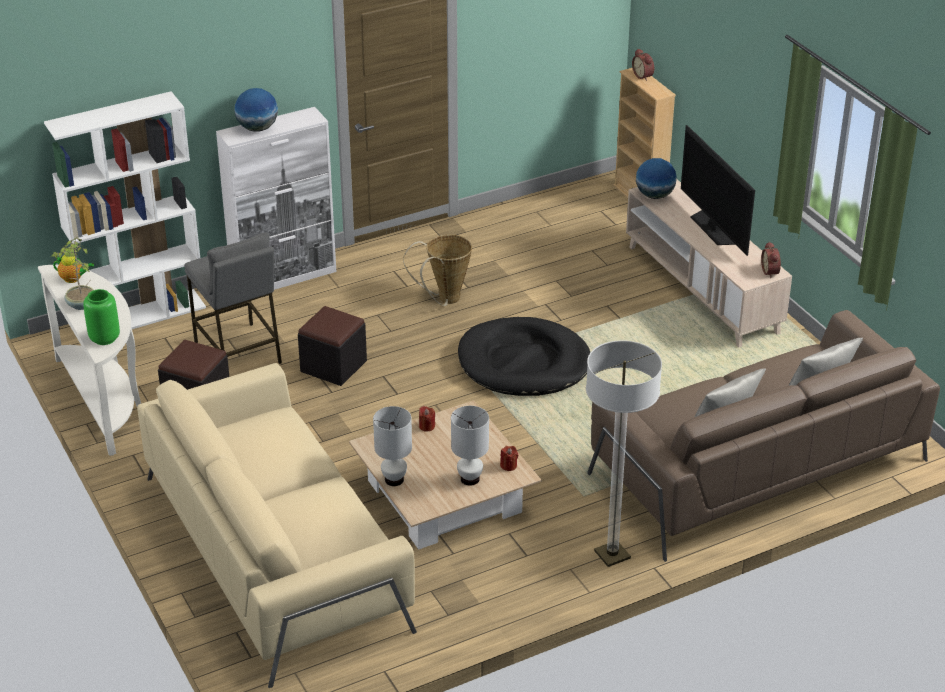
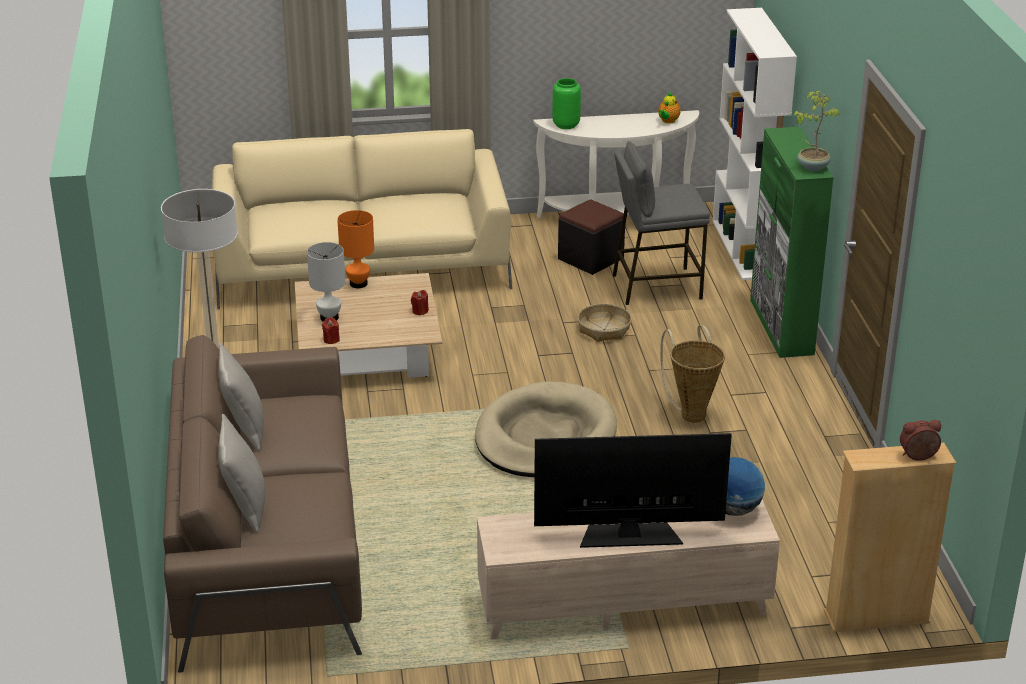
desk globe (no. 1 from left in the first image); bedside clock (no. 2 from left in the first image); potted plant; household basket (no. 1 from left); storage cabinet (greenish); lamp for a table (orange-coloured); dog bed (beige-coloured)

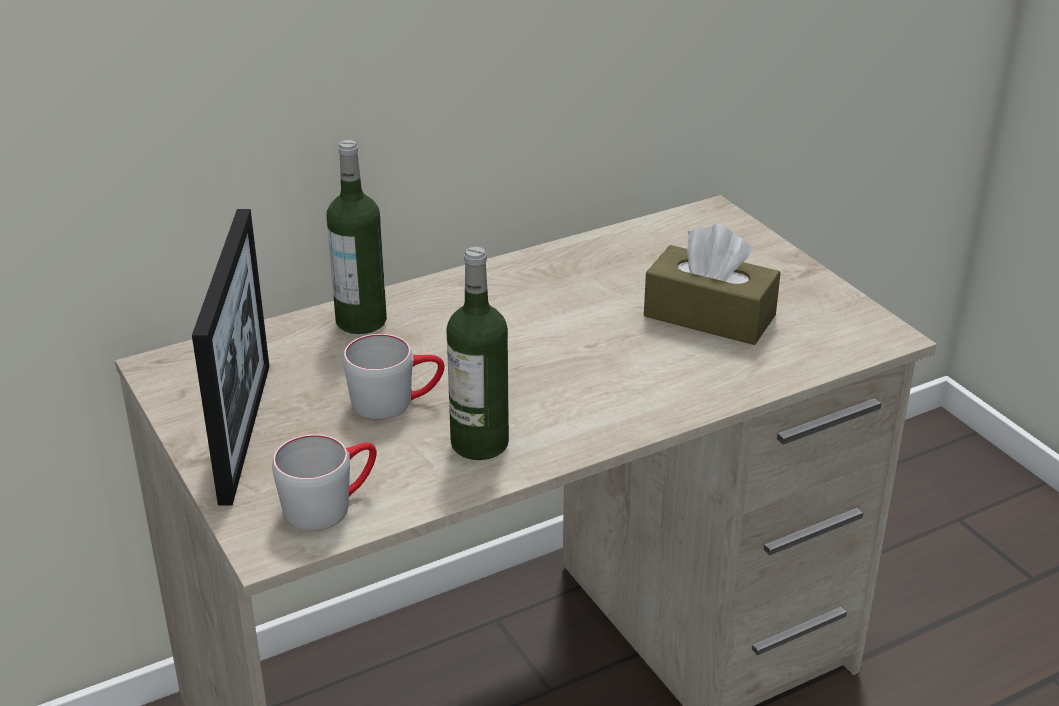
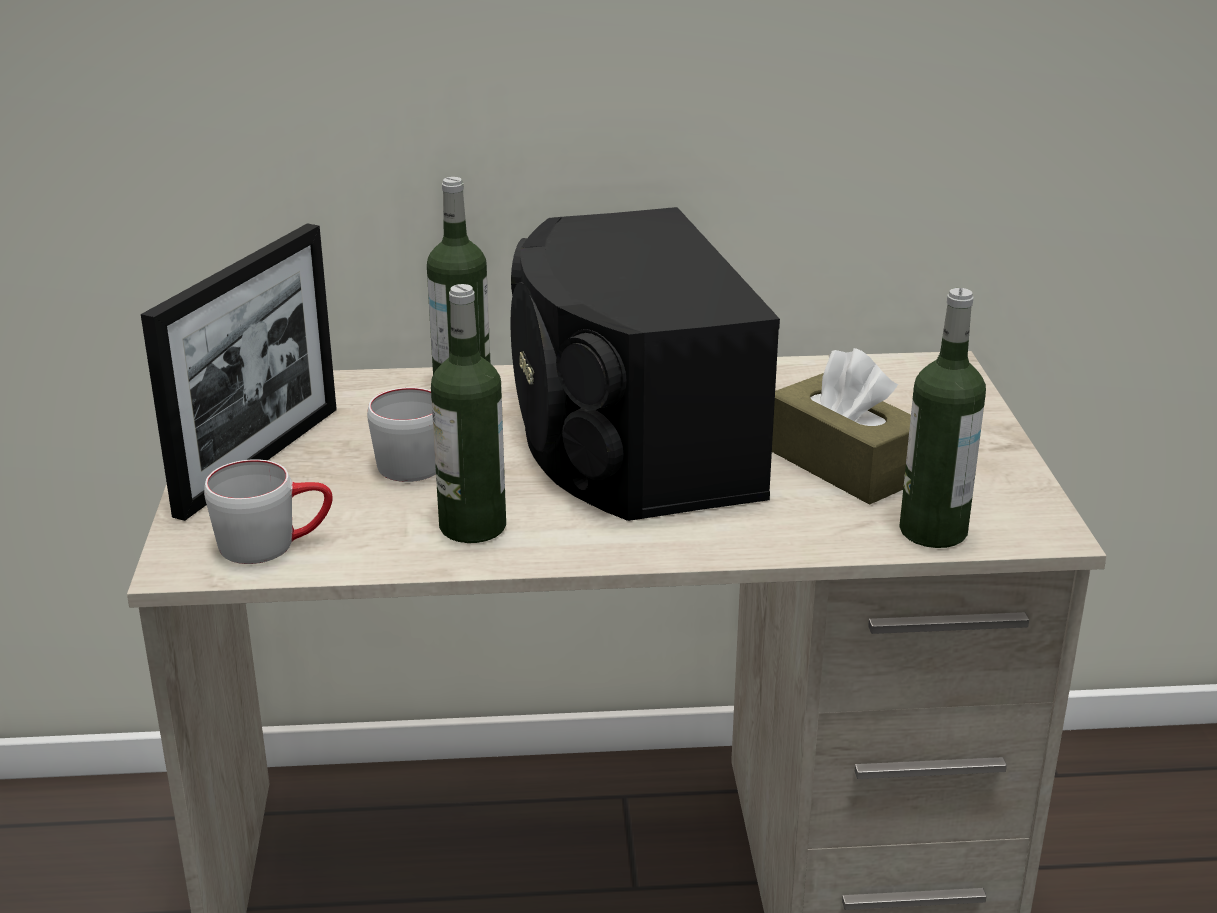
audio speaker (blackish); drink bottle (no. 3 from left)

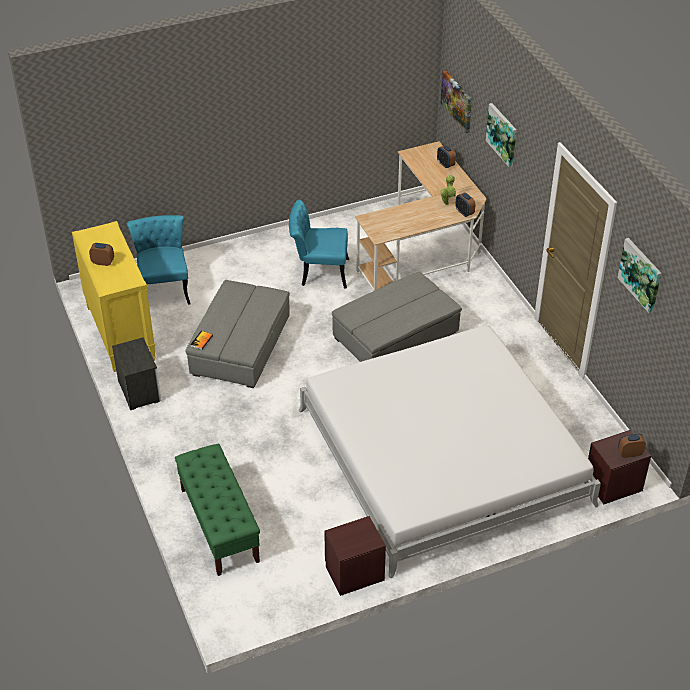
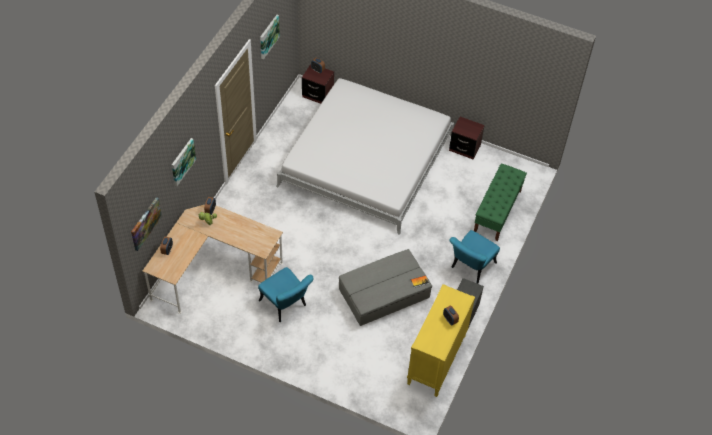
ottoman (grey) (no. 2 from left in the first image); chair (turquoise-coloured) (no. 2 from left)

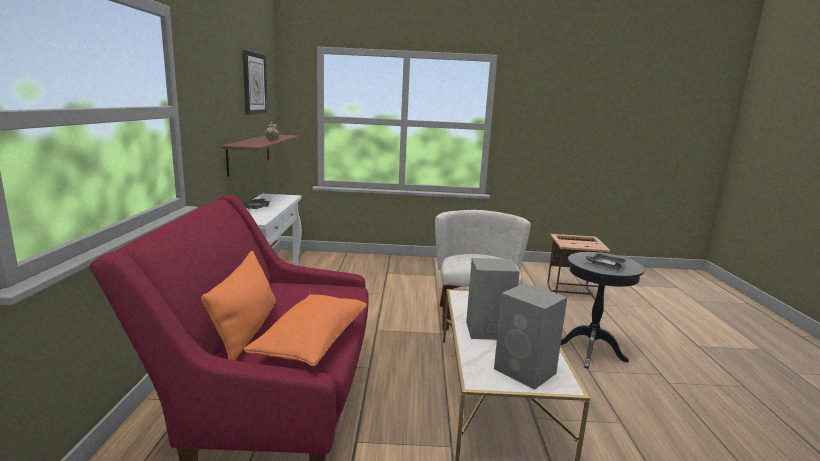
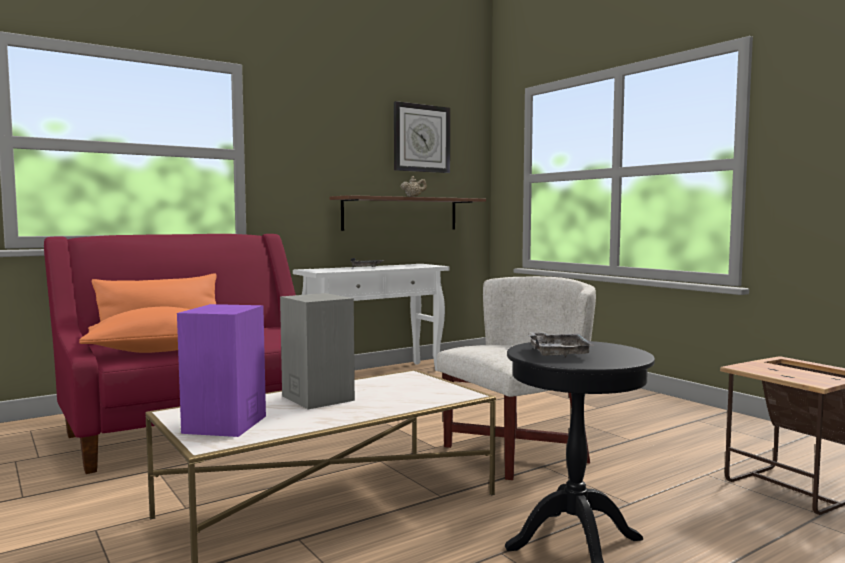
audio speaker (purple-coloured)

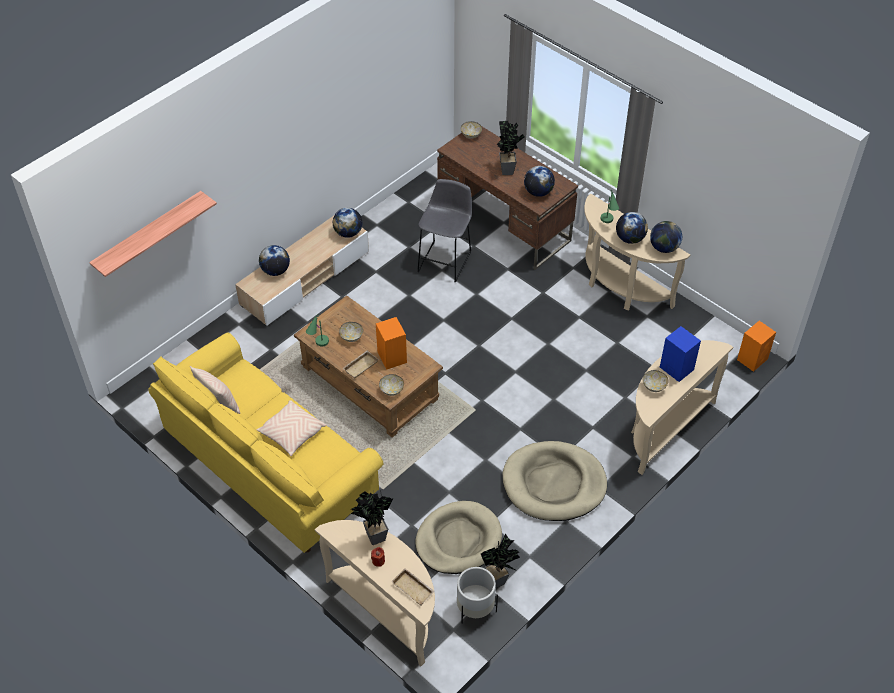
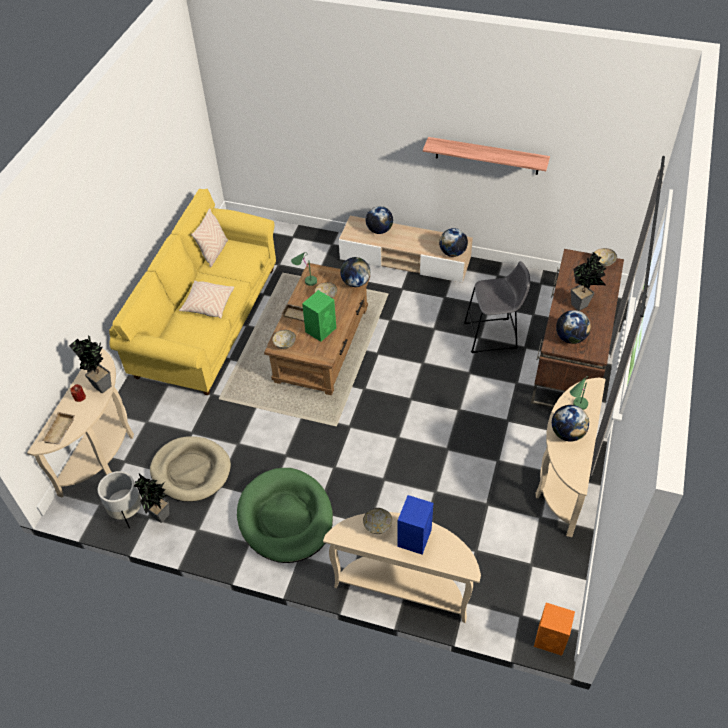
shelf; desk globe (no. 1 from left); audio speaker (greenish); dog bed (greenish)

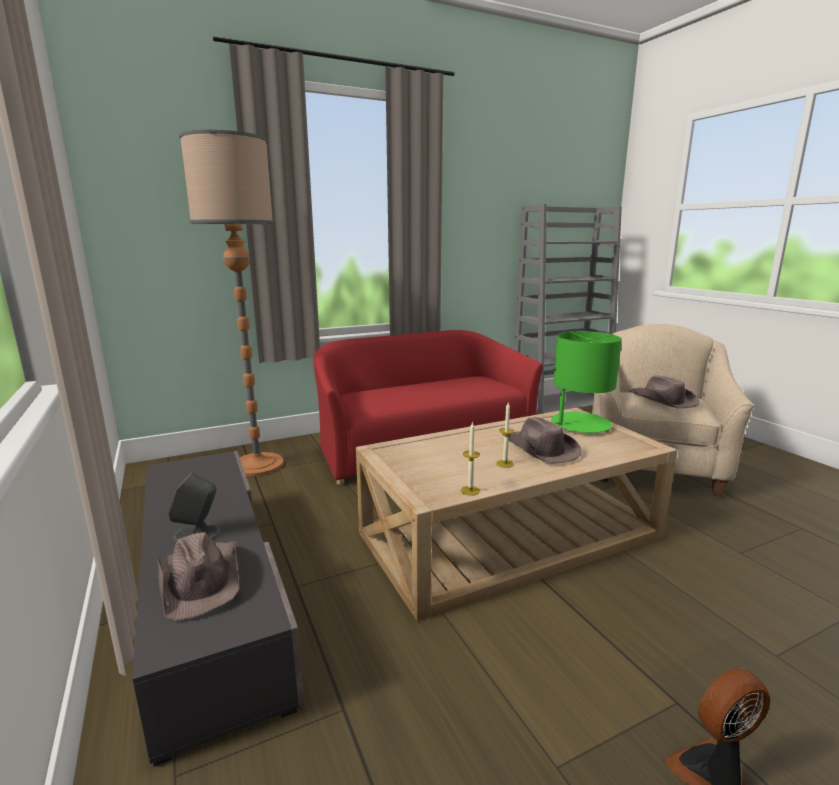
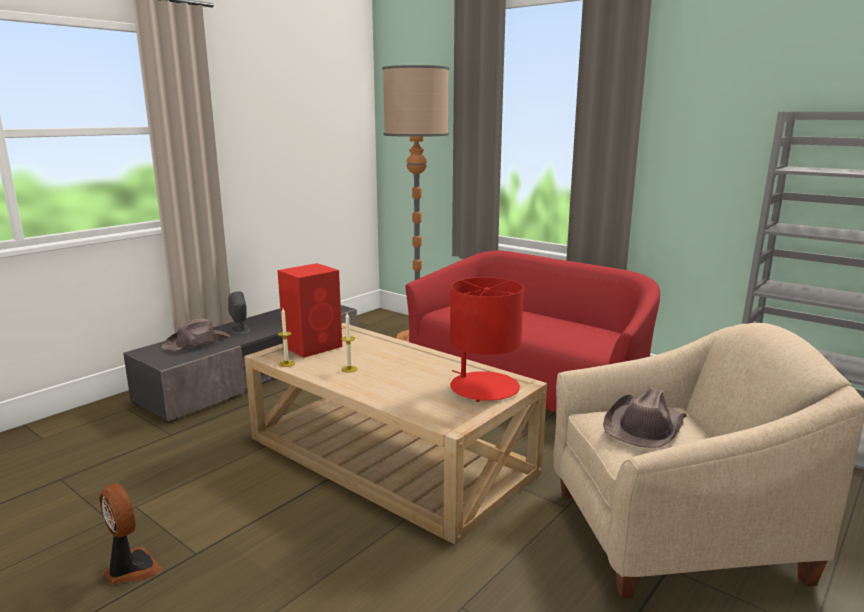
wearable hat (brown-coloured) (no. 2 from left in the first image); audio speaker (red-coloured); lamp for a table (red-coloured)

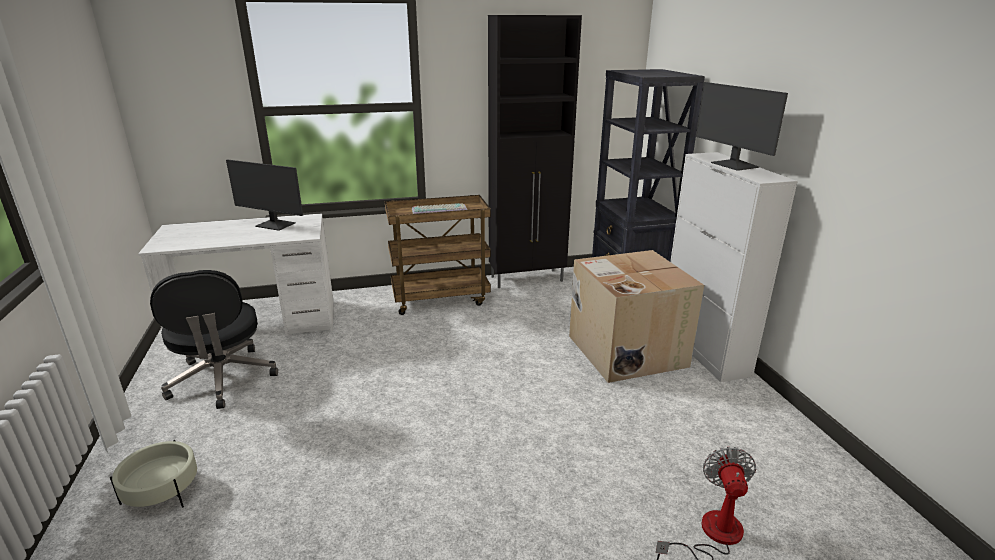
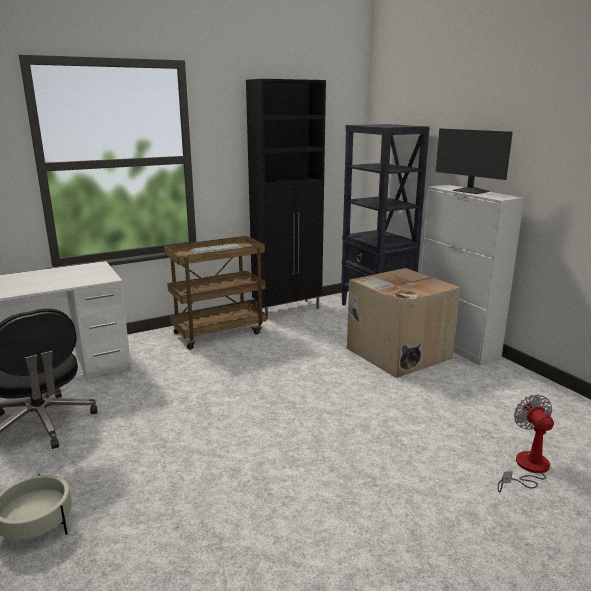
computer screen (no. 1 from left in the first image)

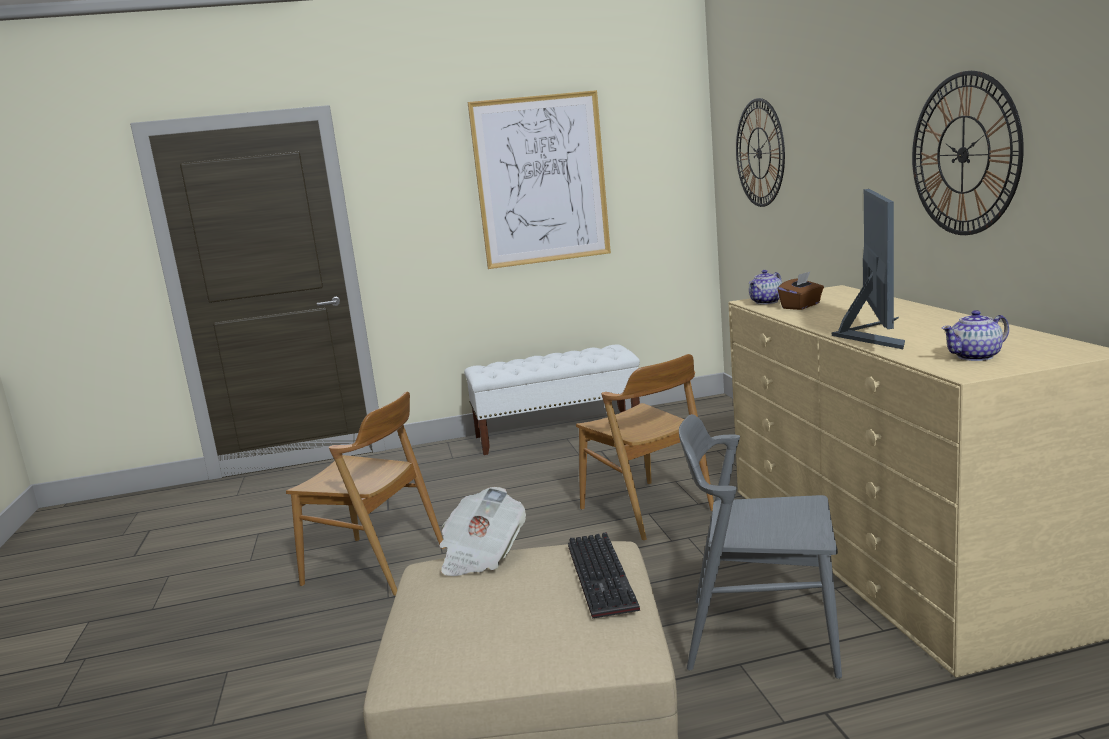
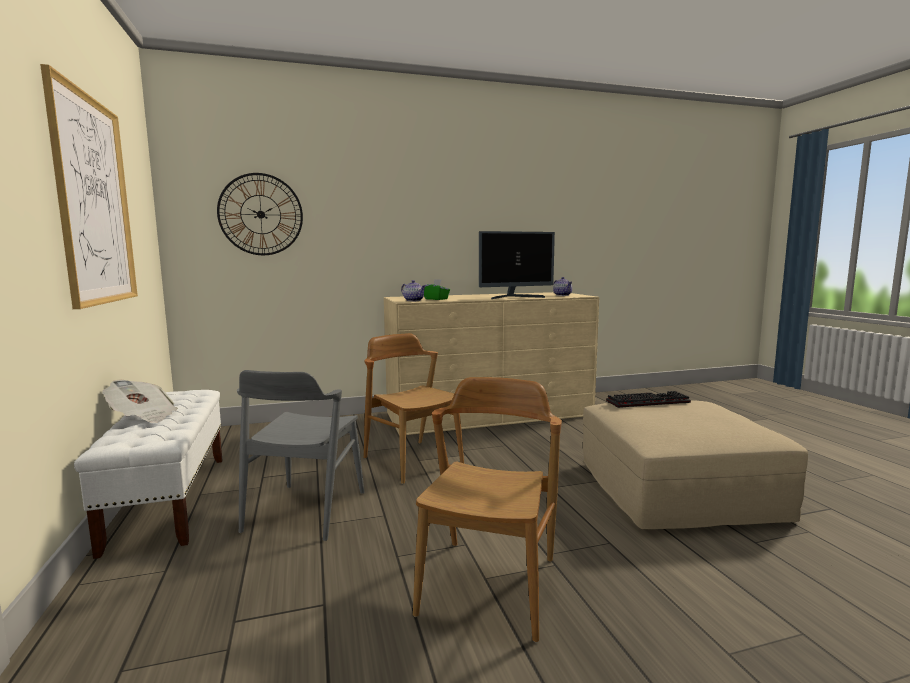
wall clock (no. 2 from left in the first image); printed paper; chair (grey); tissue holder (greenish); chair (brown-coloured) (no. 1 from left); computer screen

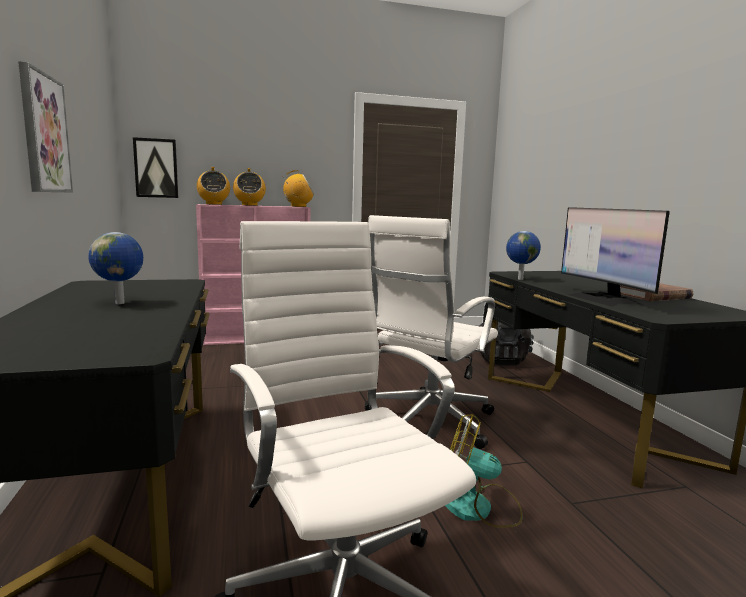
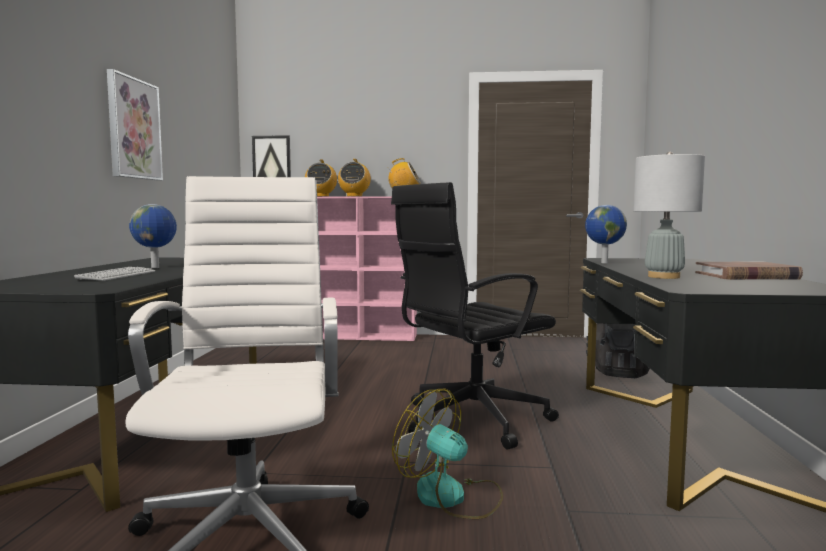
PC keyboard; lamp for a table (grey); desk chair (blackish)

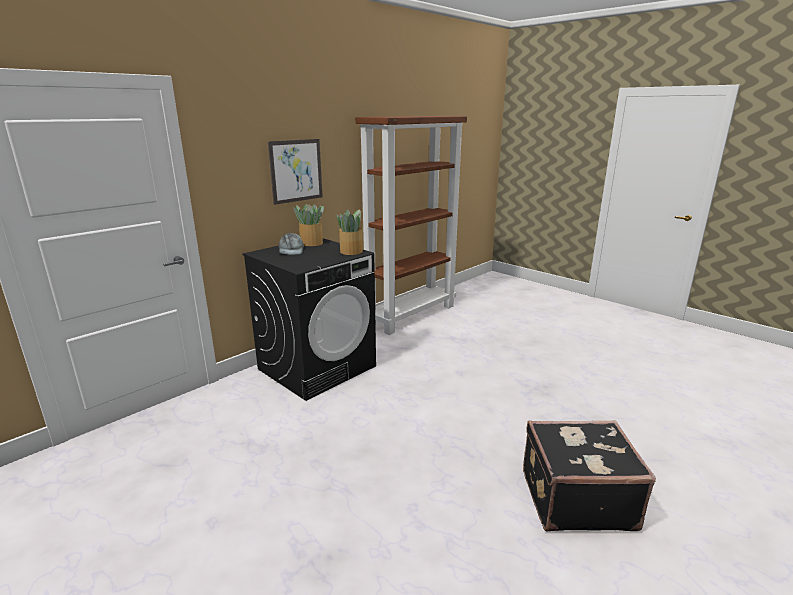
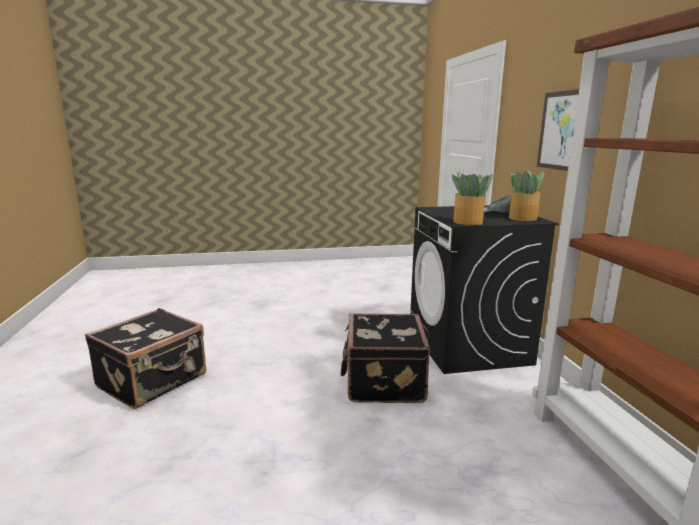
travel case (blackish) (no. 2 from left)

